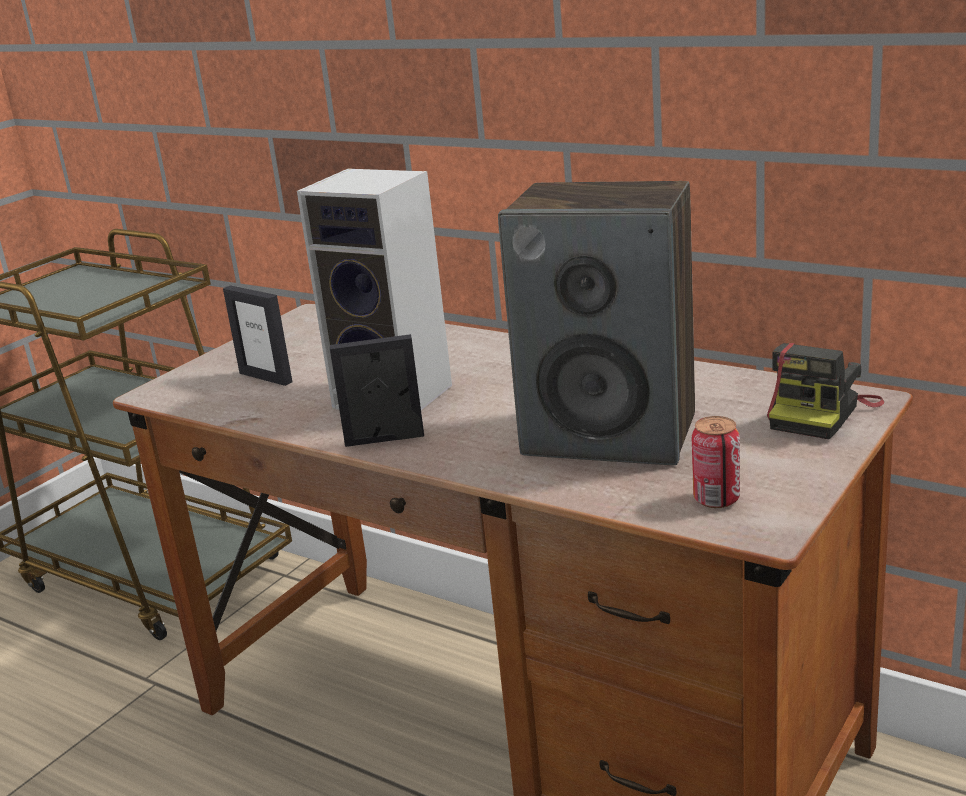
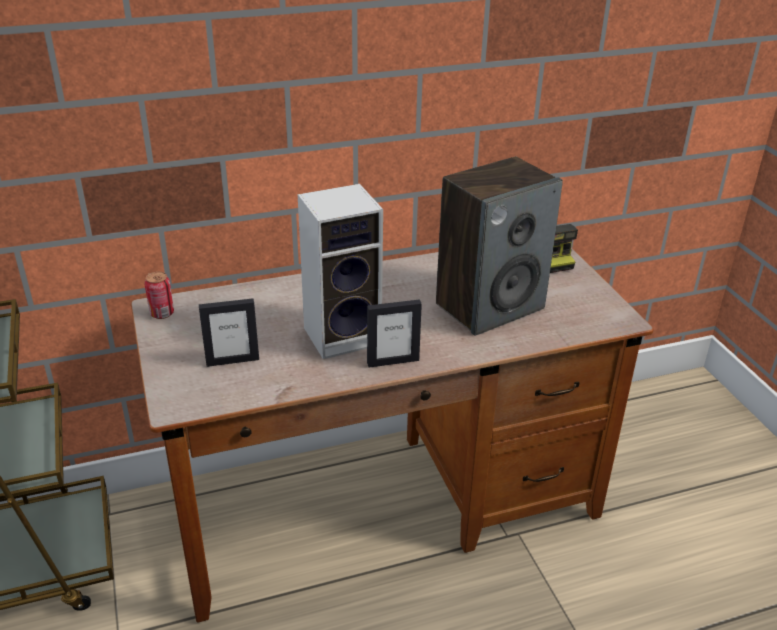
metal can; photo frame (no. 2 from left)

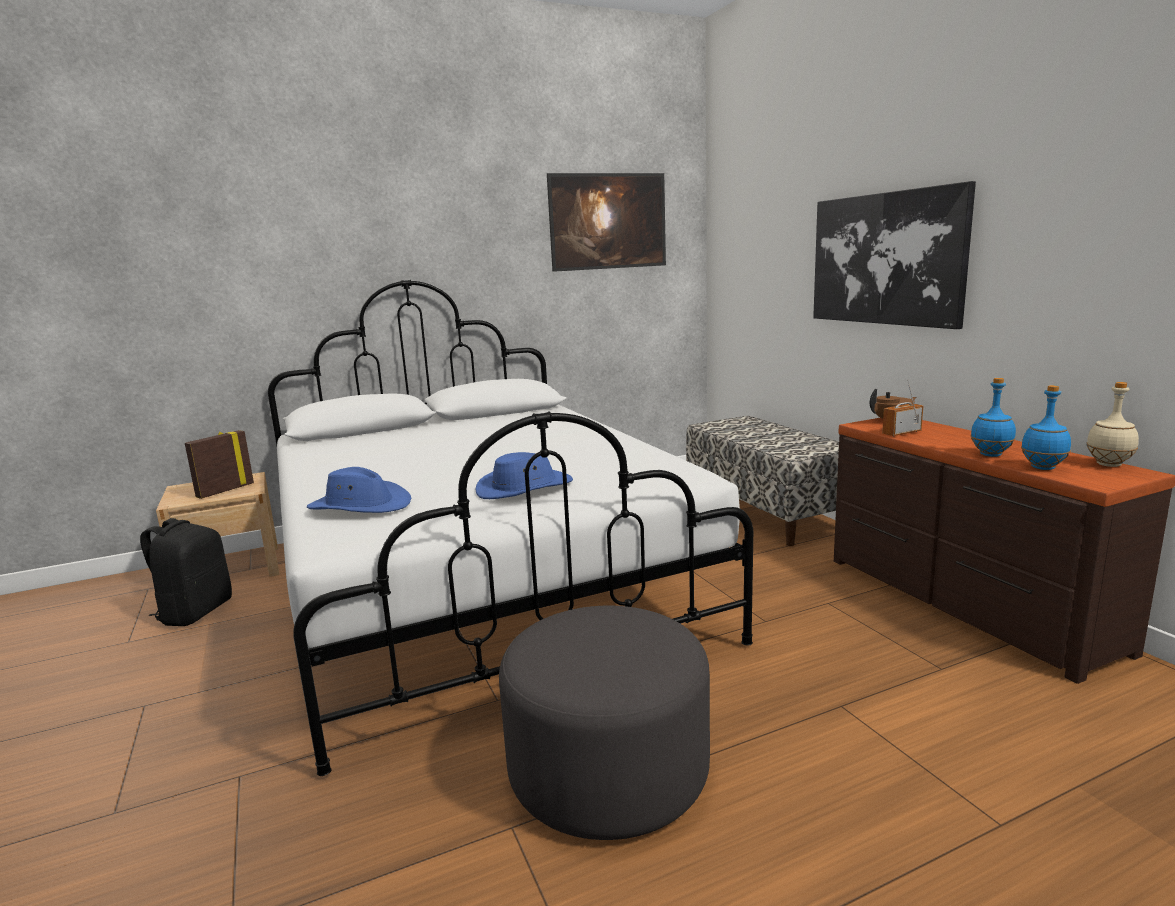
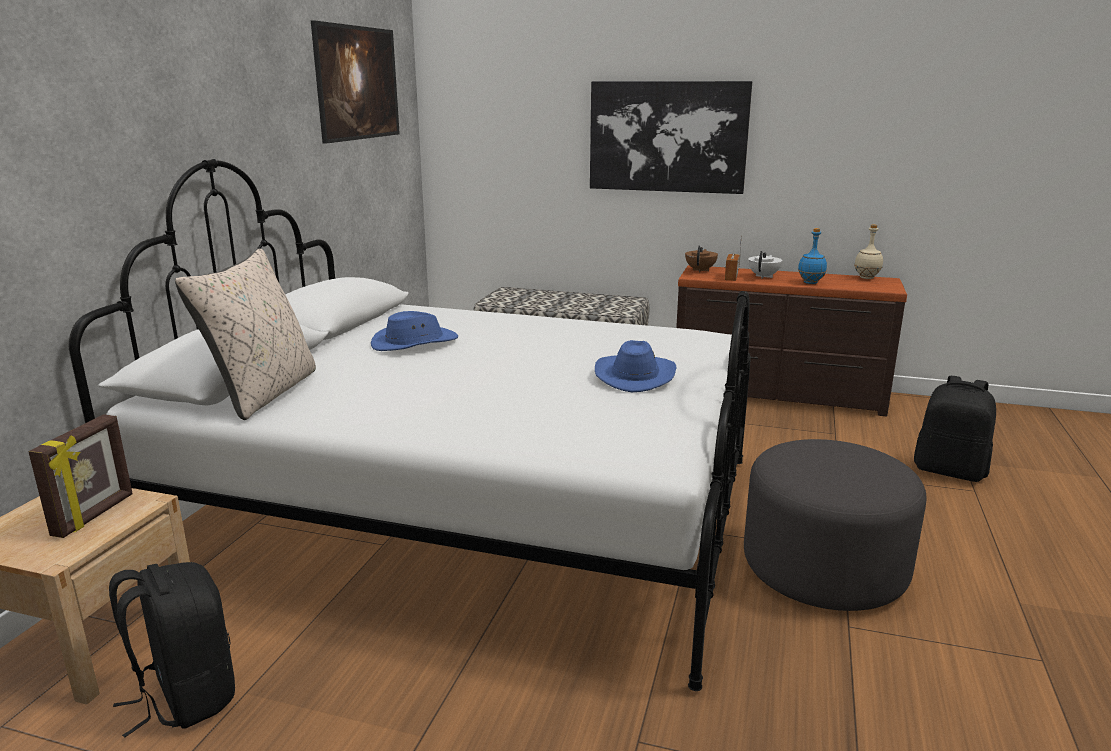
drink bottle (blue-coloured) (no. 2 from left in the first image); cushion (beige-coloured); pot for tea (white-coloured); knapsack (blackish) (no. 2 from left); wearable hat (blue-coloured) (no. 1 from left); photo frame

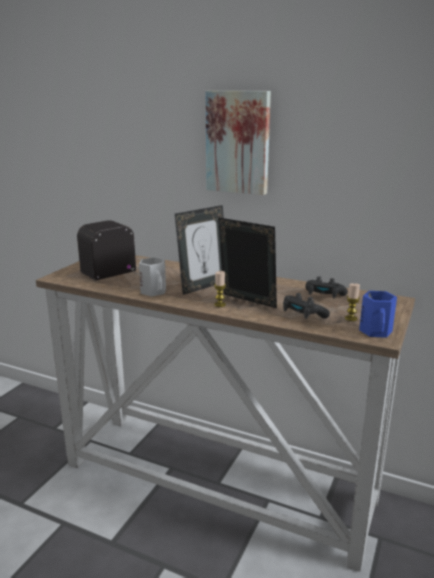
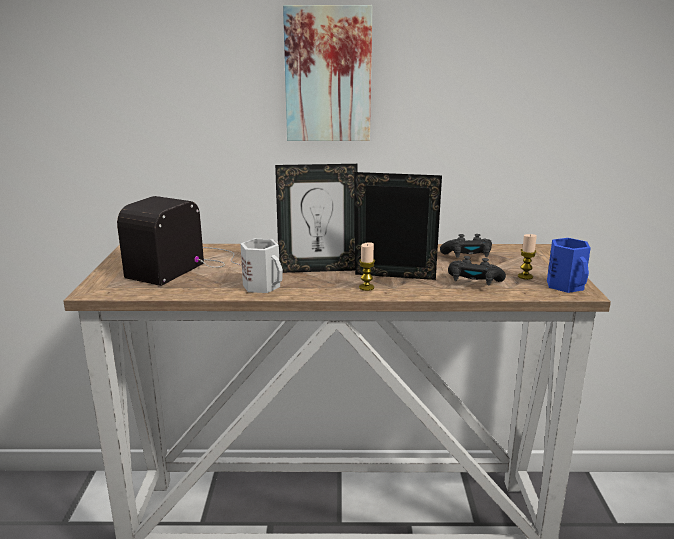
photo frame (no. 1 from left)

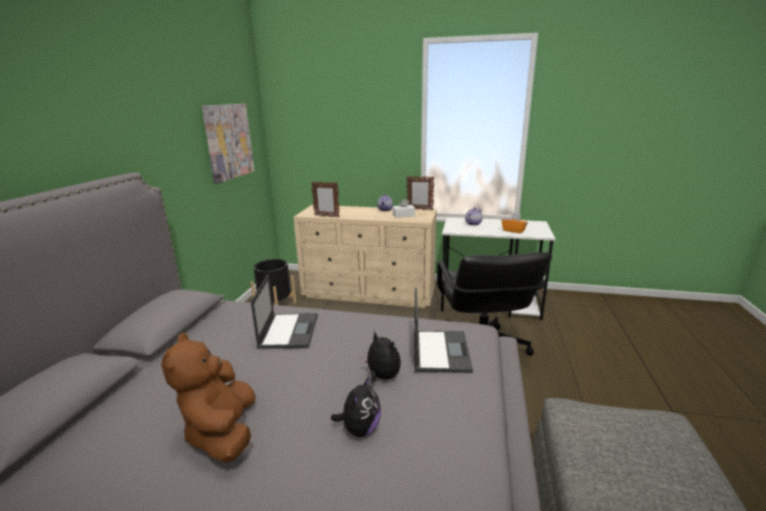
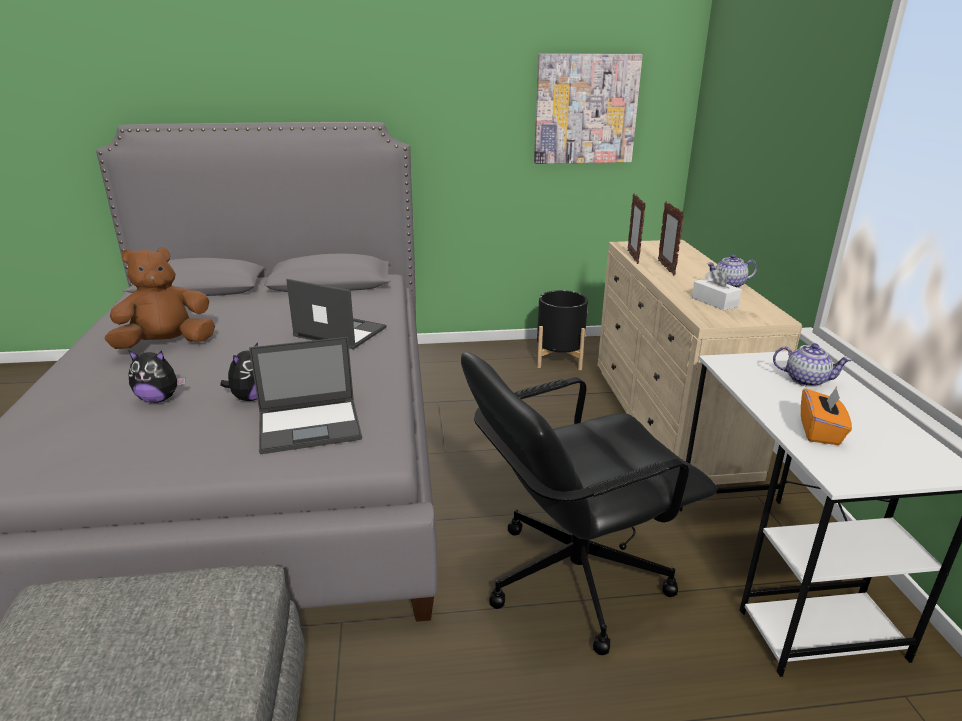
photo frame (no. 2 from left); notebook computer (no. 2 from left)

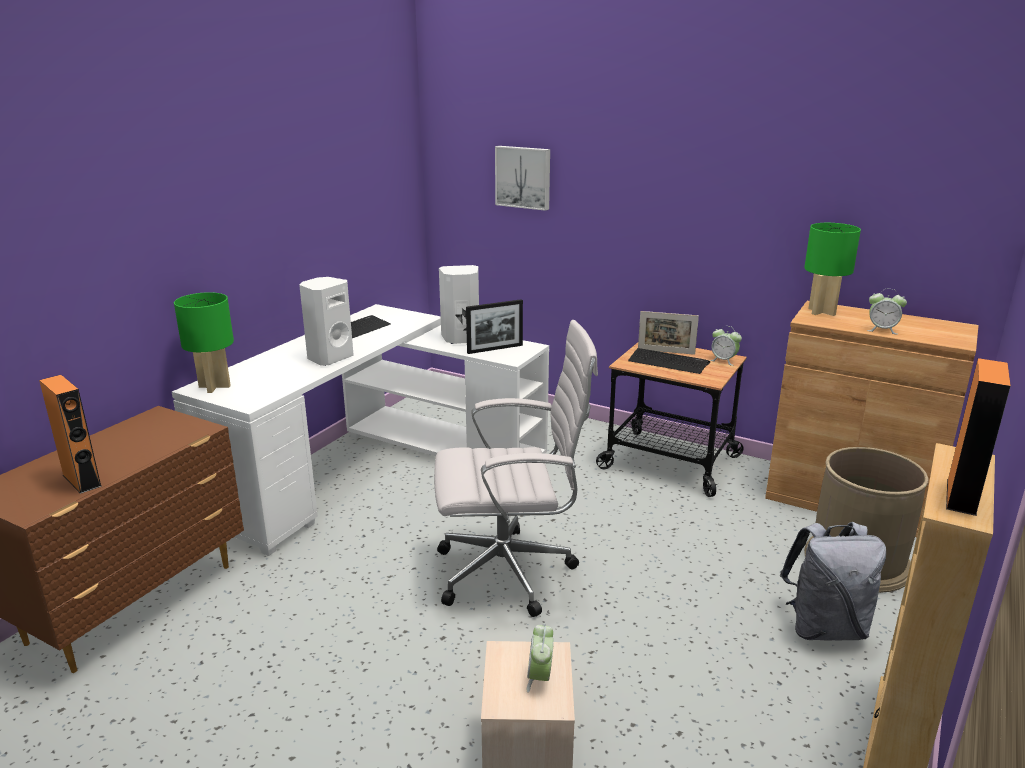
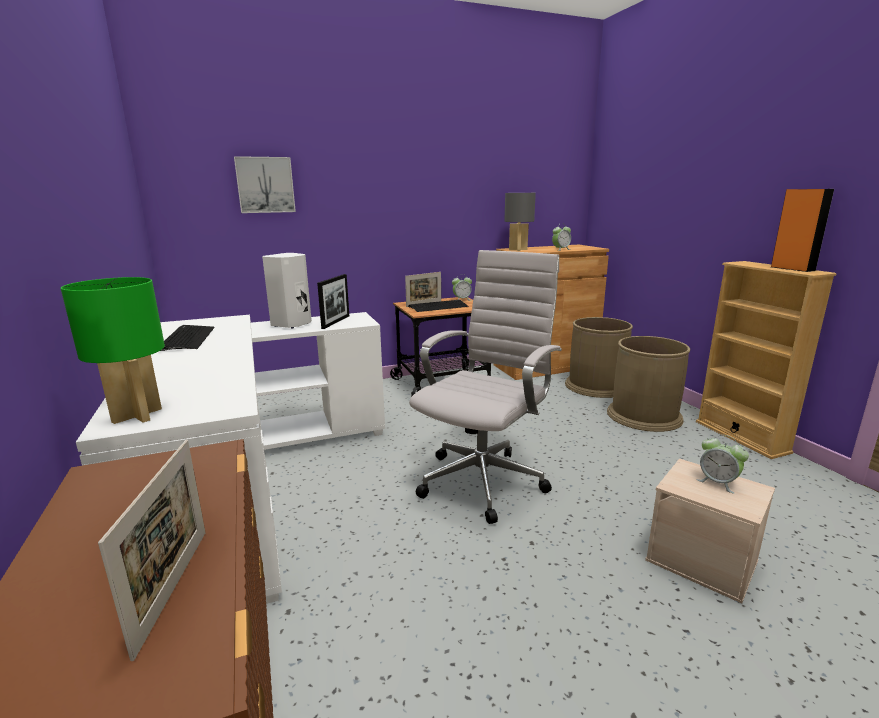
audio speaker (white-coloured) (no. 1 from left in the first image); photo frame (no. 1 from left); waste bin (brown-coloured) (no. 2 from left); lamp for a table (grey)

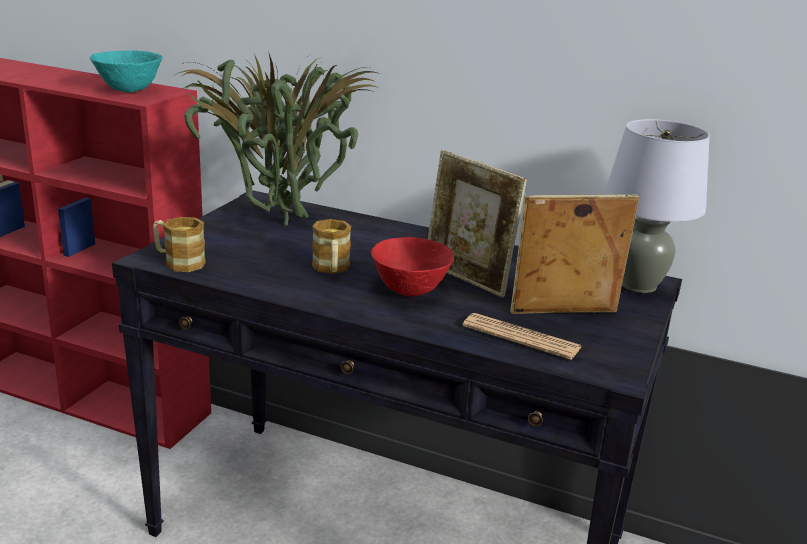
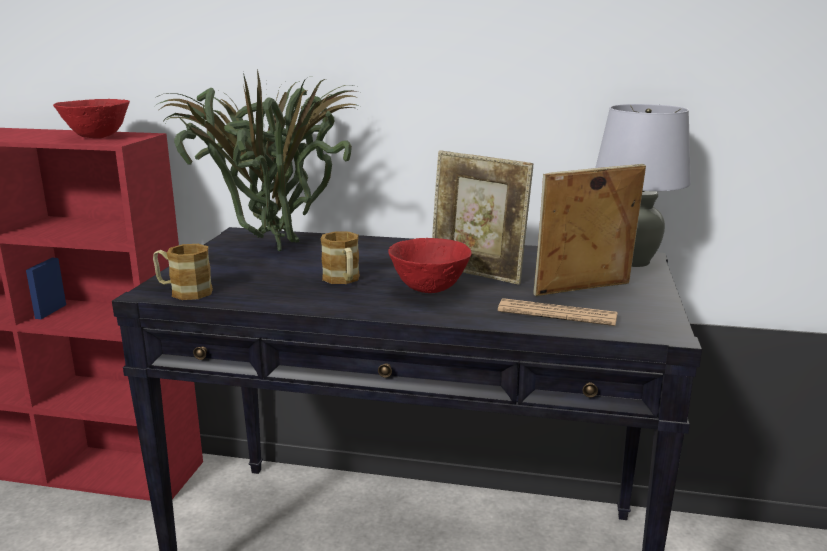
deep dish (red-coloured) (no. 1 from left)

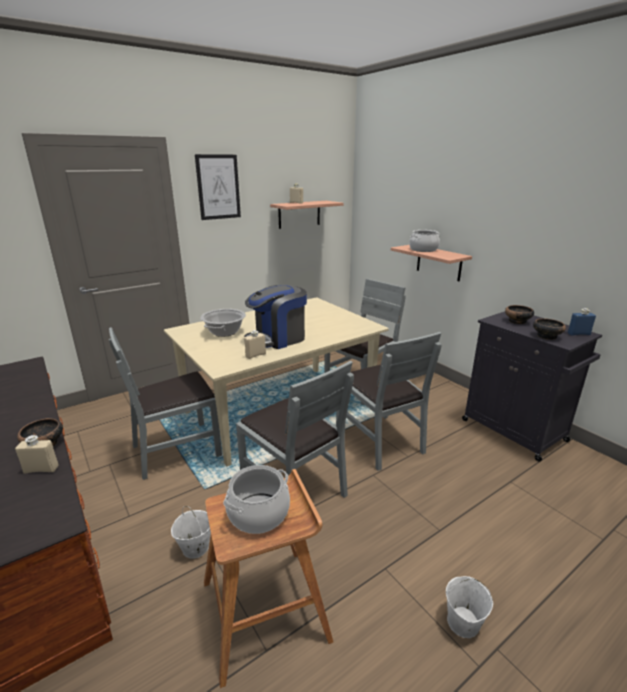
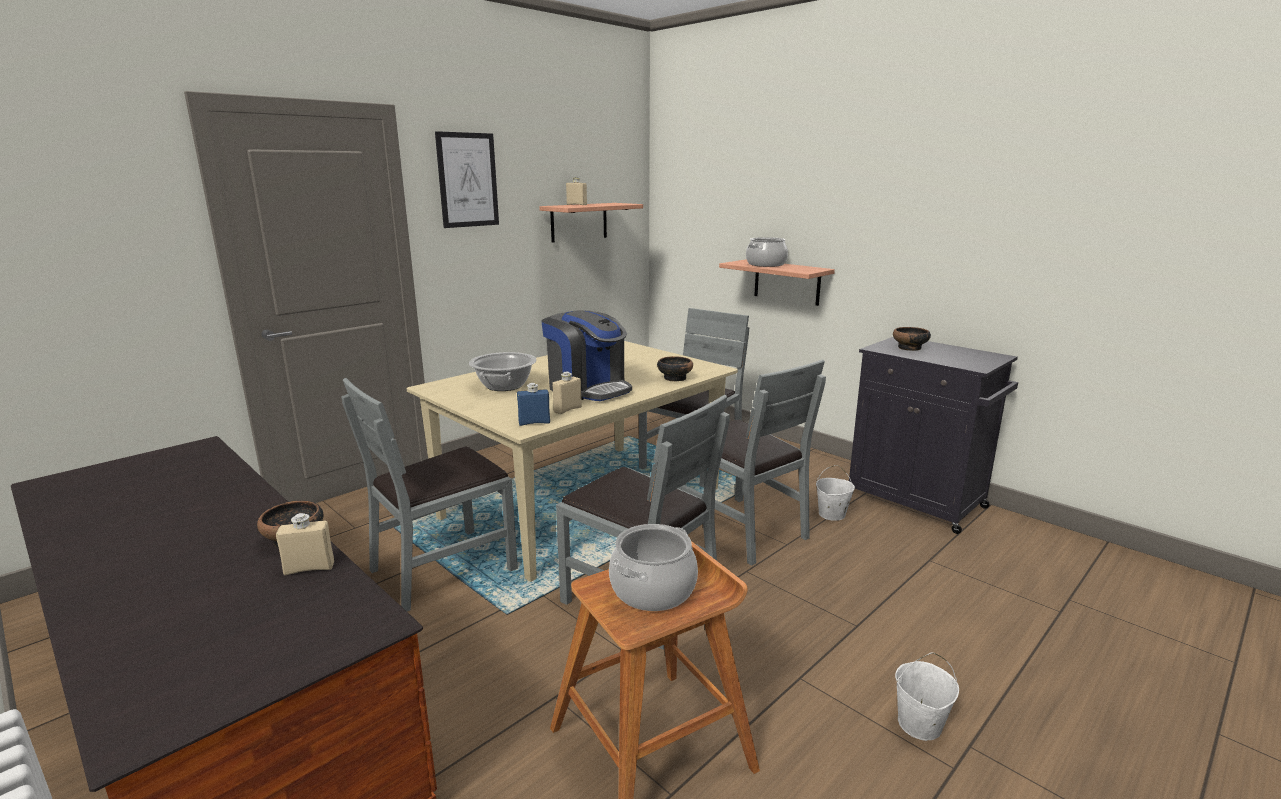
water bucket (white-coloured) (no. 1 from left); deep dish (no. 2 from left); drink bottle (blue-coloured); coffee maker

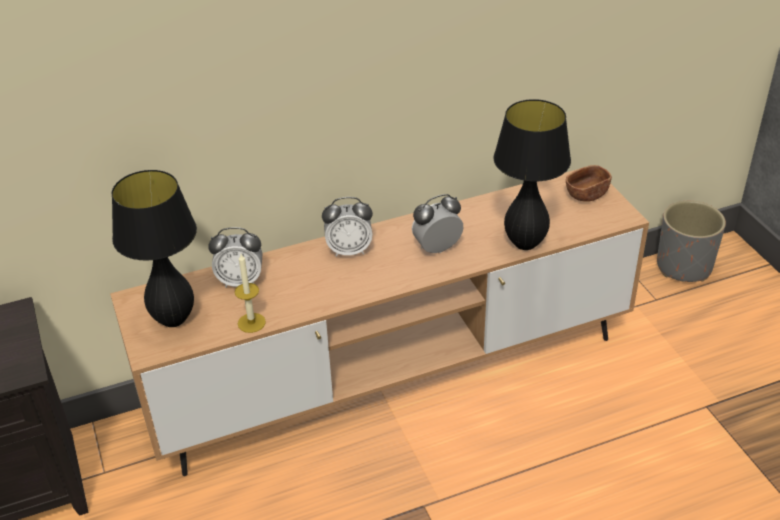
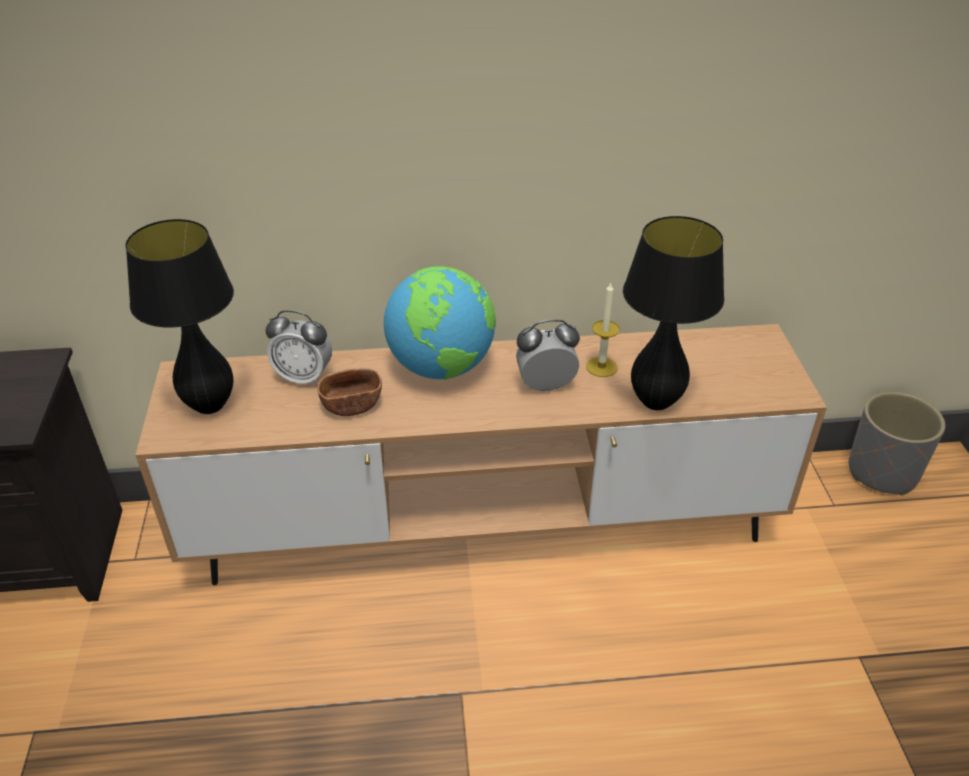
wax candle; deep dish (brown-coloured); desk globe

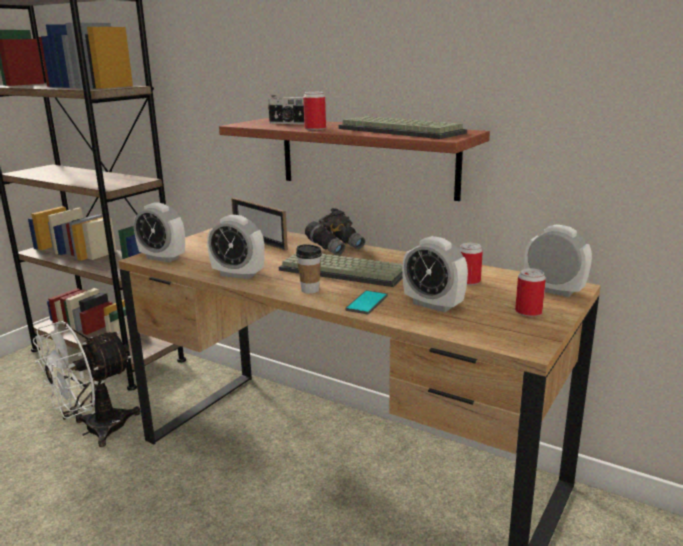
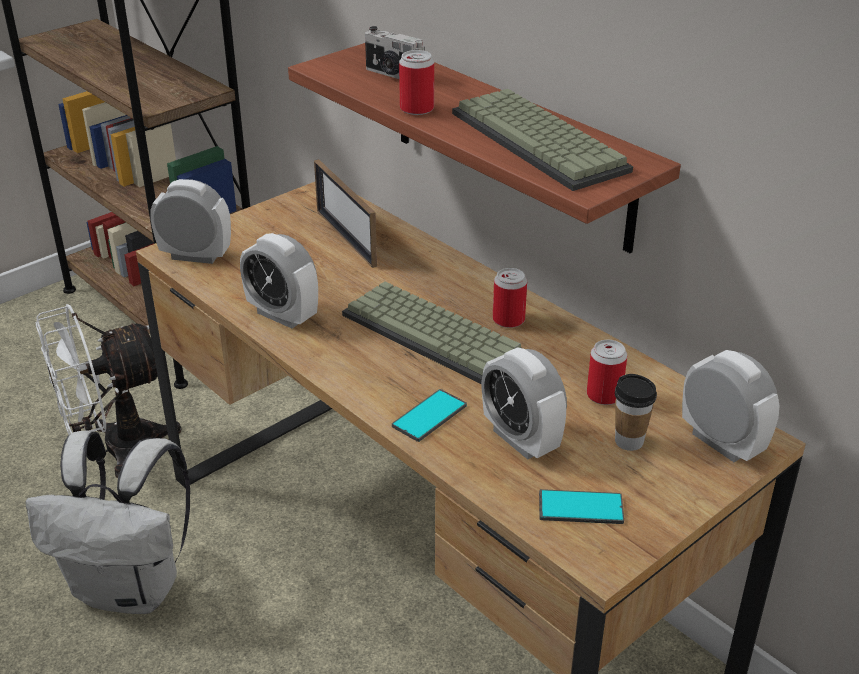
field glasses (grey); knapsack (white-coloured); handset (no. 2 from left); drinking cup; metal can (no. 2 from left); bedside clock (no. 1 from left)

